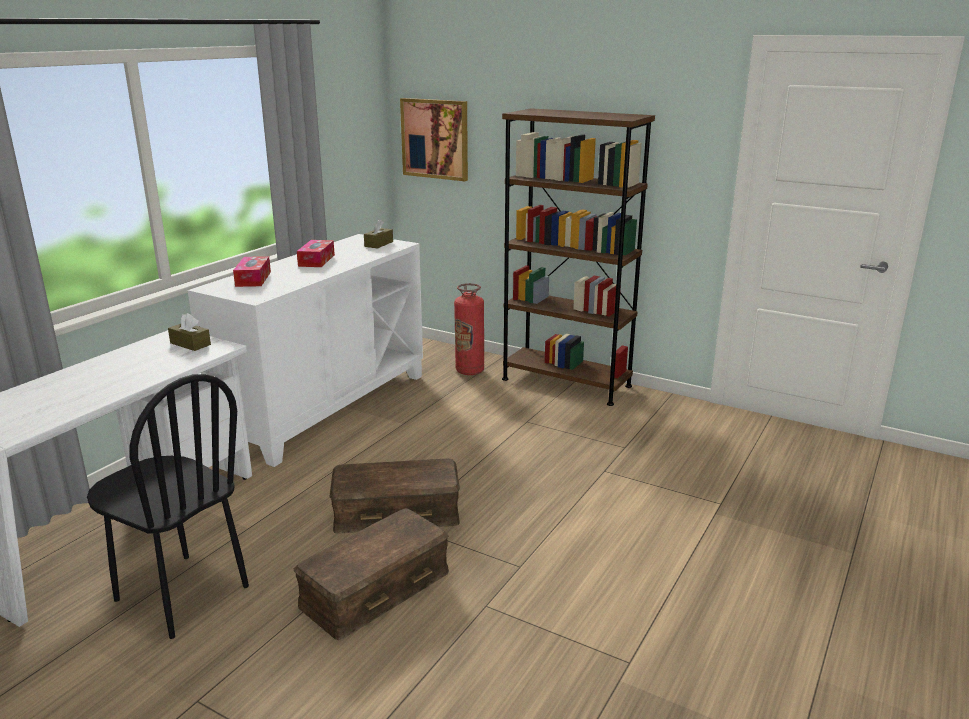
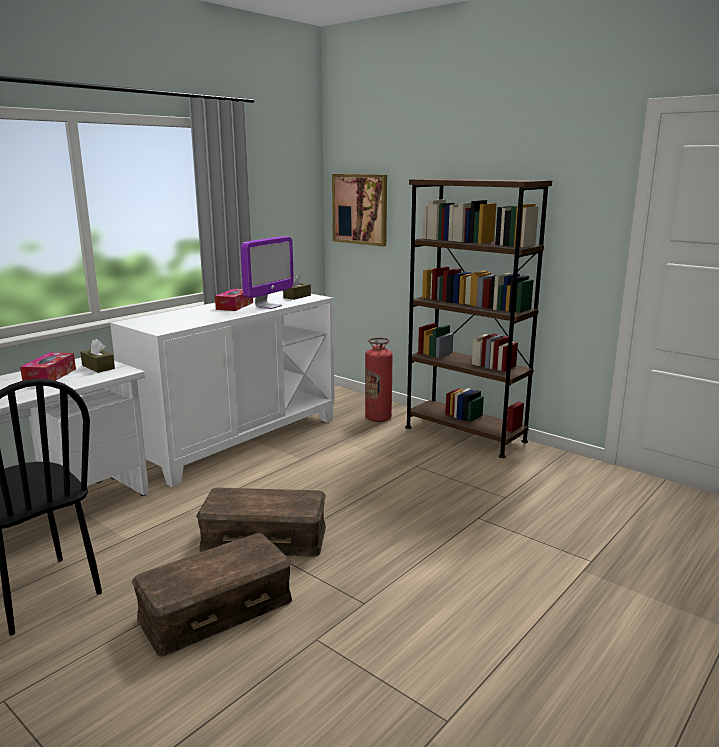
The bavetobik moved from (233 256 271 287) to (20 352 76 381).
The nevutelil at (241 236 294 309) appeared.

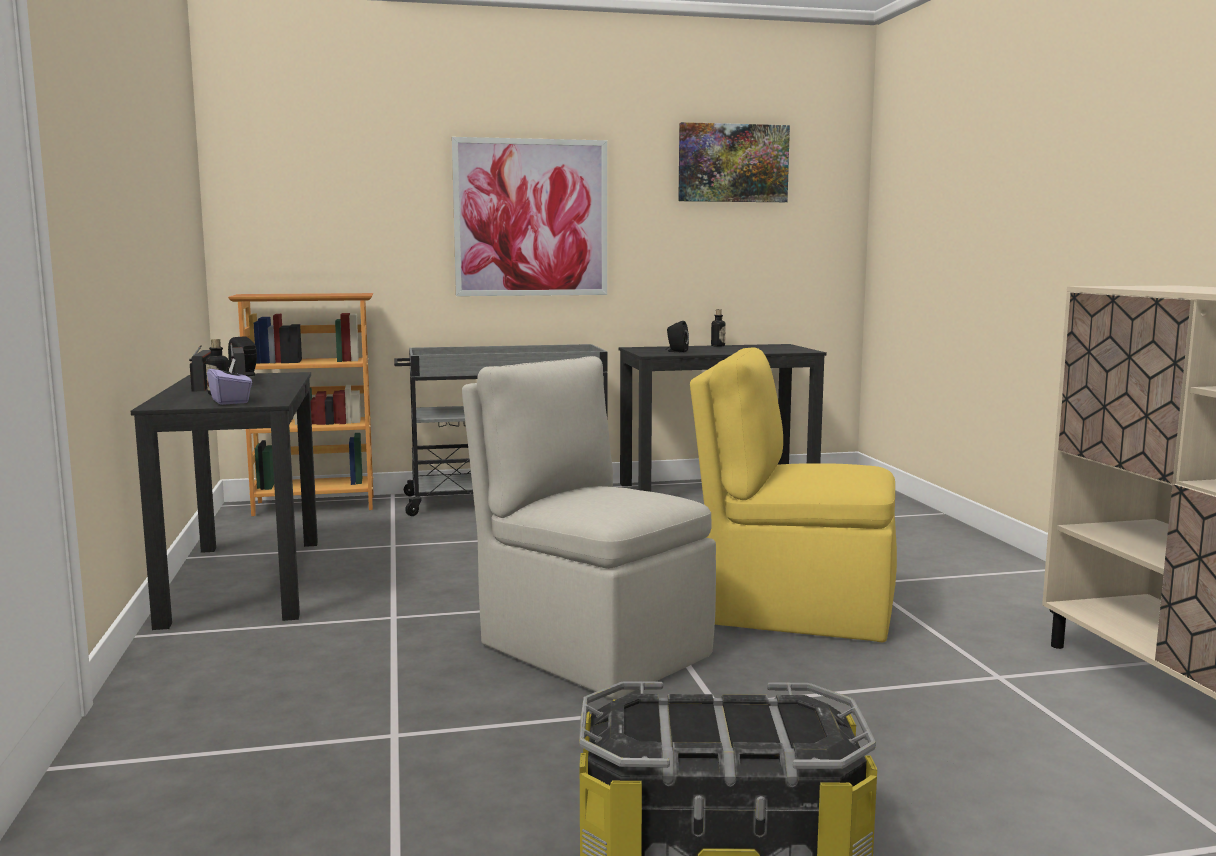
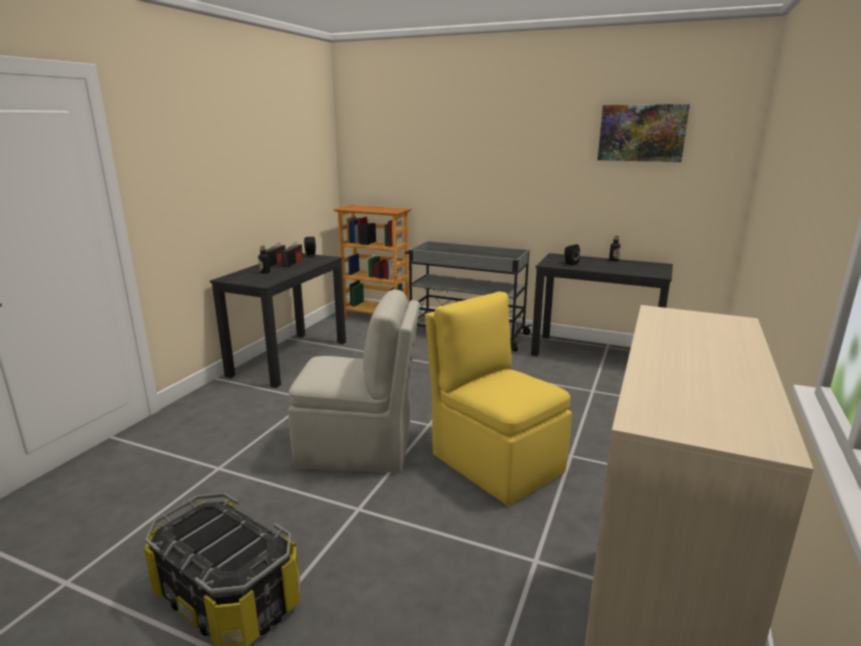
The purple_bavetobik at (207 359 252 405) disappeared.
The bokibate at (452 137 607 296) disappeared.
The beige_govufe at (462 356 716 699) turned 105 degrees clockwise.

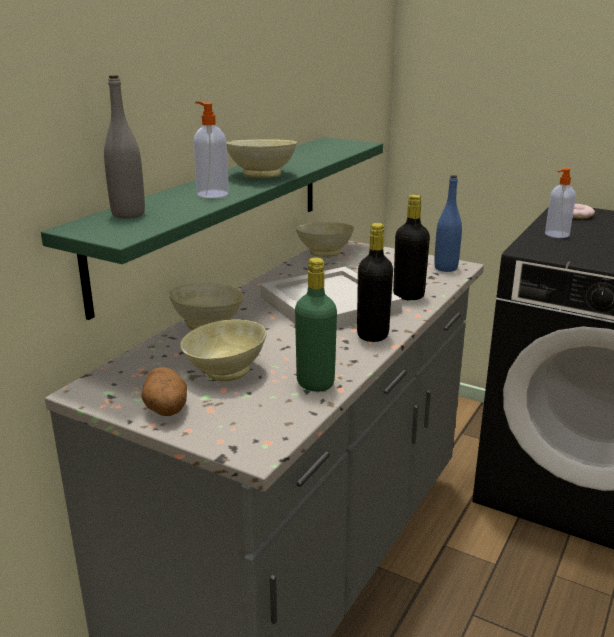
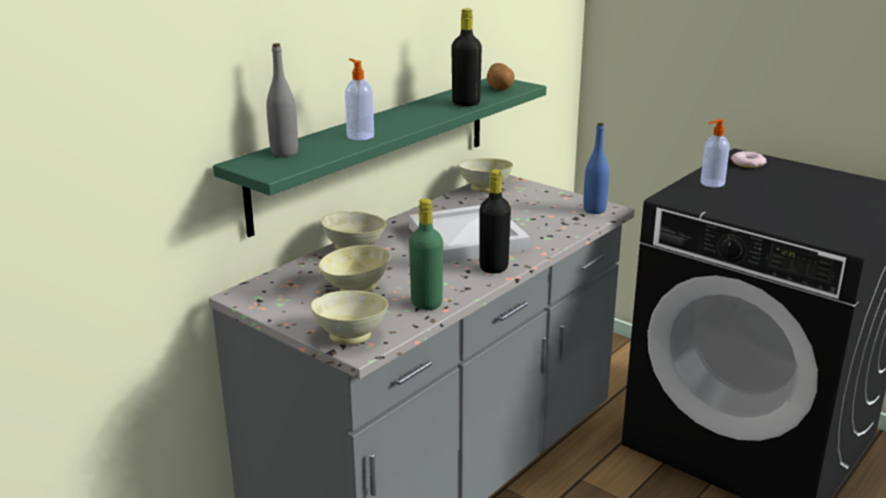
The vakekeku moved from (141 367 187 416) to (487 63 515 90).
The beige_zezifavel moved from (226 139 297 178) to (311 290 388 344).
The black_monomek moved from (393 194 430 300) to (451 9 482 106).

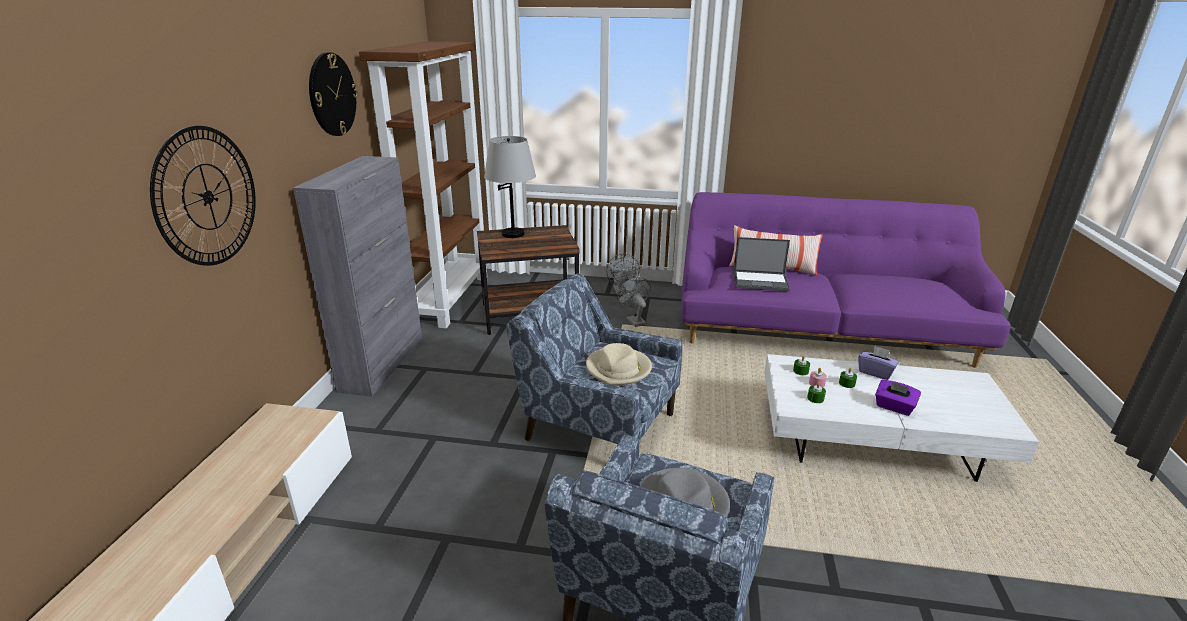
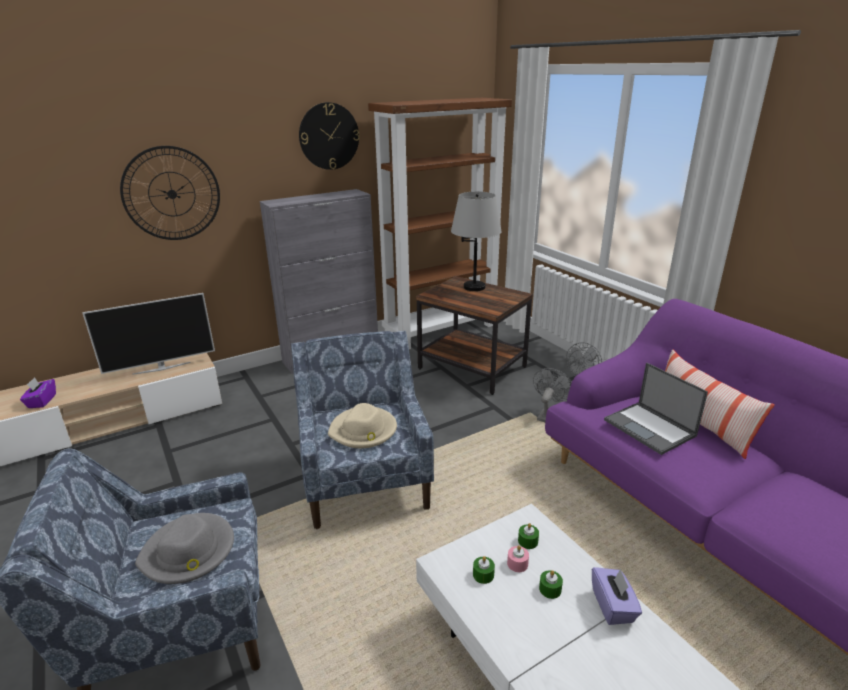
The purple_bavetobik moved from (875 380 921 416) to (20 377 56 408).
The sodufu at (82 293 215 375) appeared.

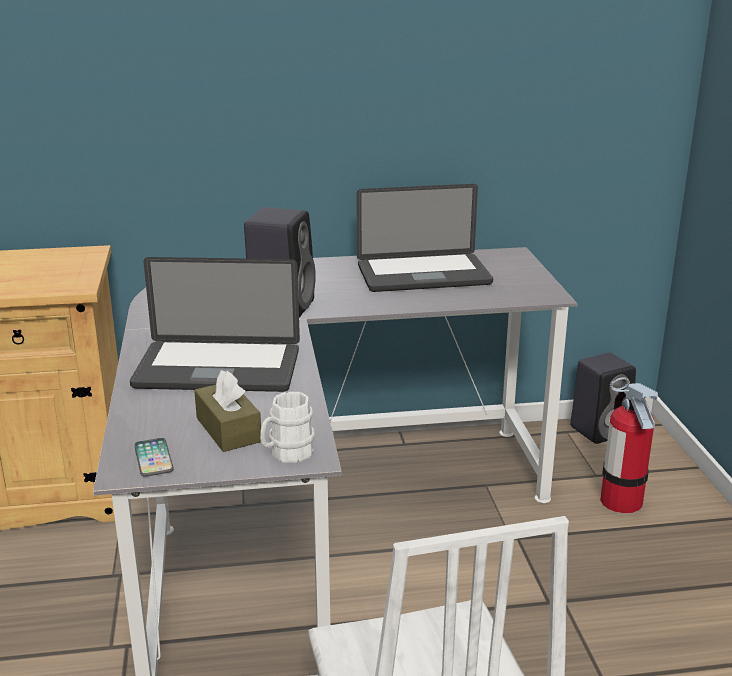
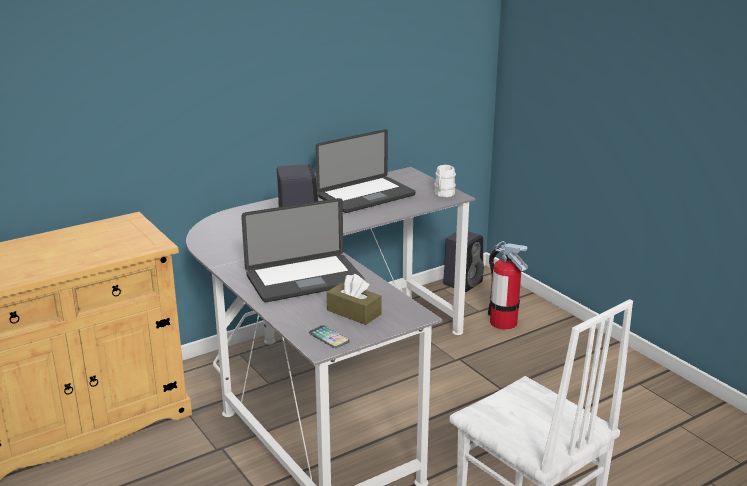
The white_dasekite moved from (260 392 315 463) to (434 165 456 197).

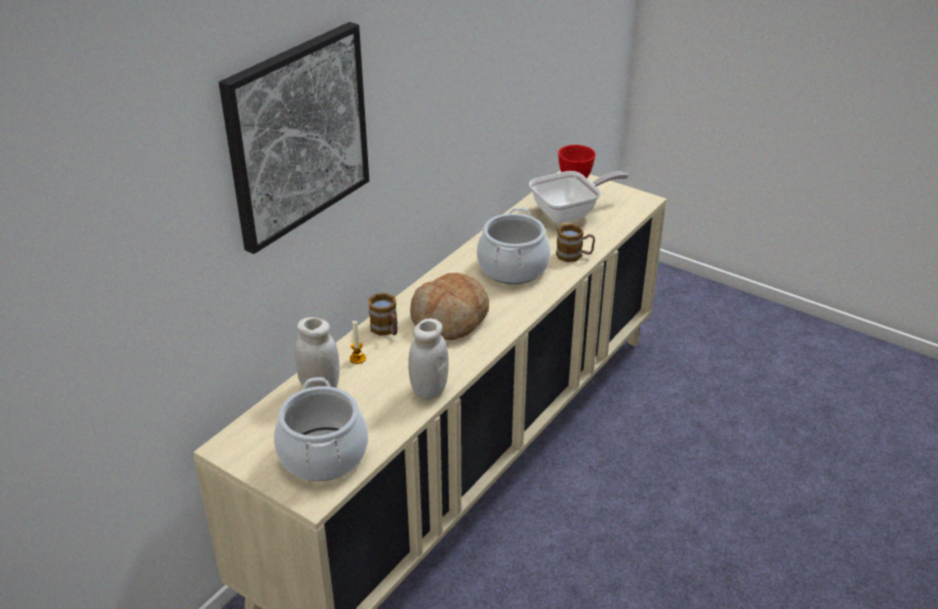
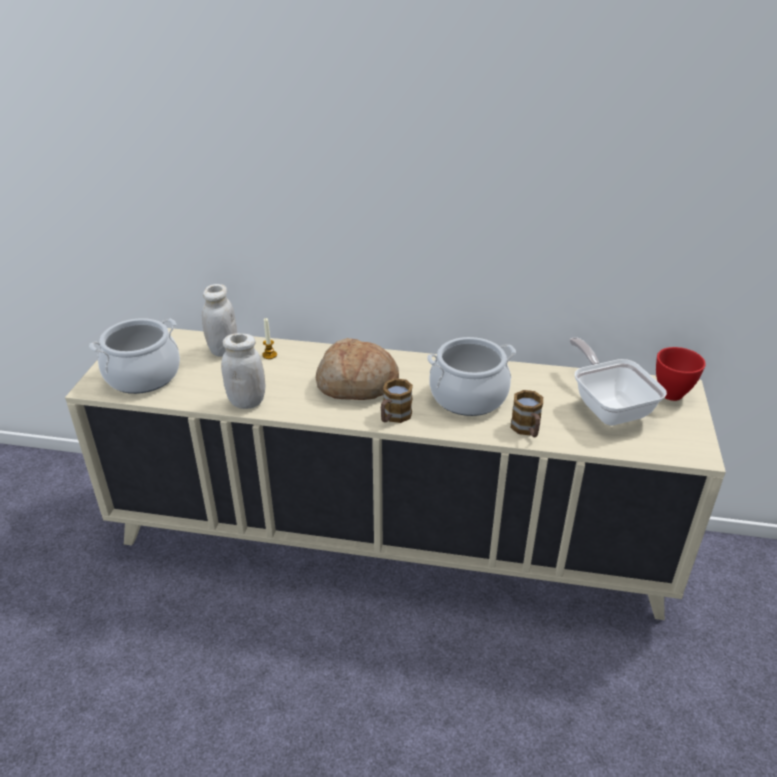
The bokibate at (219 22 369 254) disappeared.
The dasekite moved from (368 293 398 336) to (381 378 413 423).
The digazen at (529 171 629 223) turned 150 degrees counterclockwise.

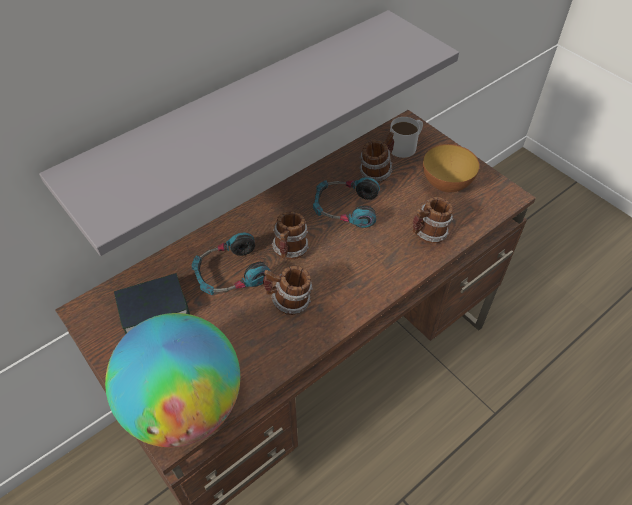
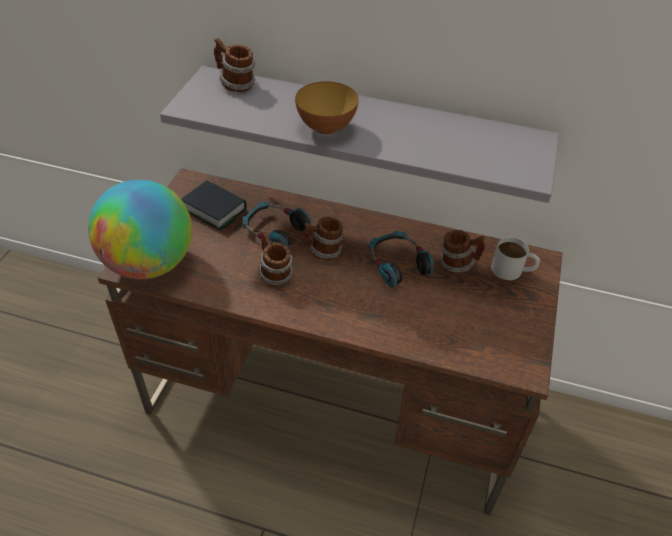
The dasekite moved from (413 197 453 244) to (214 38 256 92).
The zezifavel moved from (423 144 480 192) to (295 82 359 135).

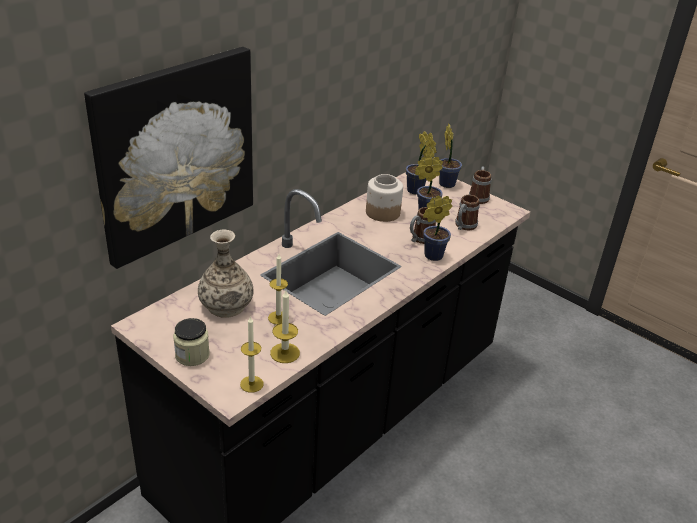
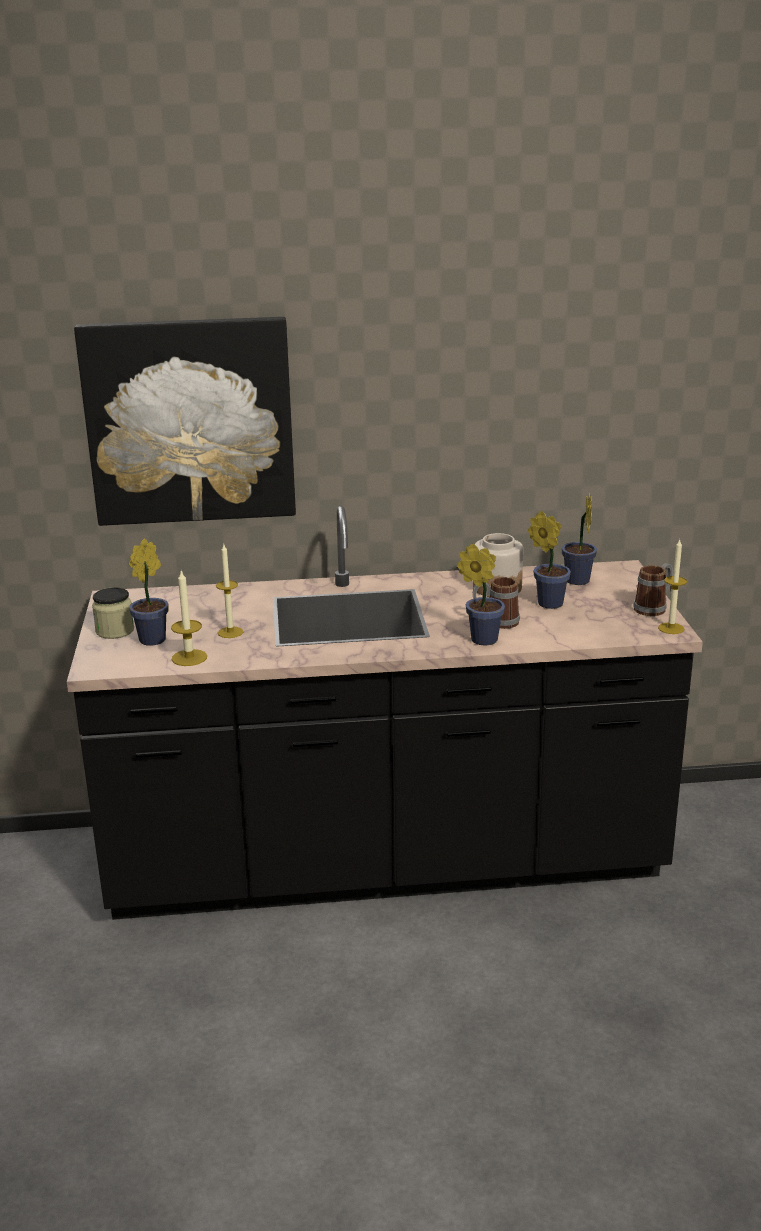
The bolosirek at (198 230 254 318) disappeared.
The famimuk moved from (240 316 264 393) to (658 538 687 634).
The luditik moved from (439 123 462 188) to (129 538 168 646).
The dasekite at (455 195 480 230) disappeared.

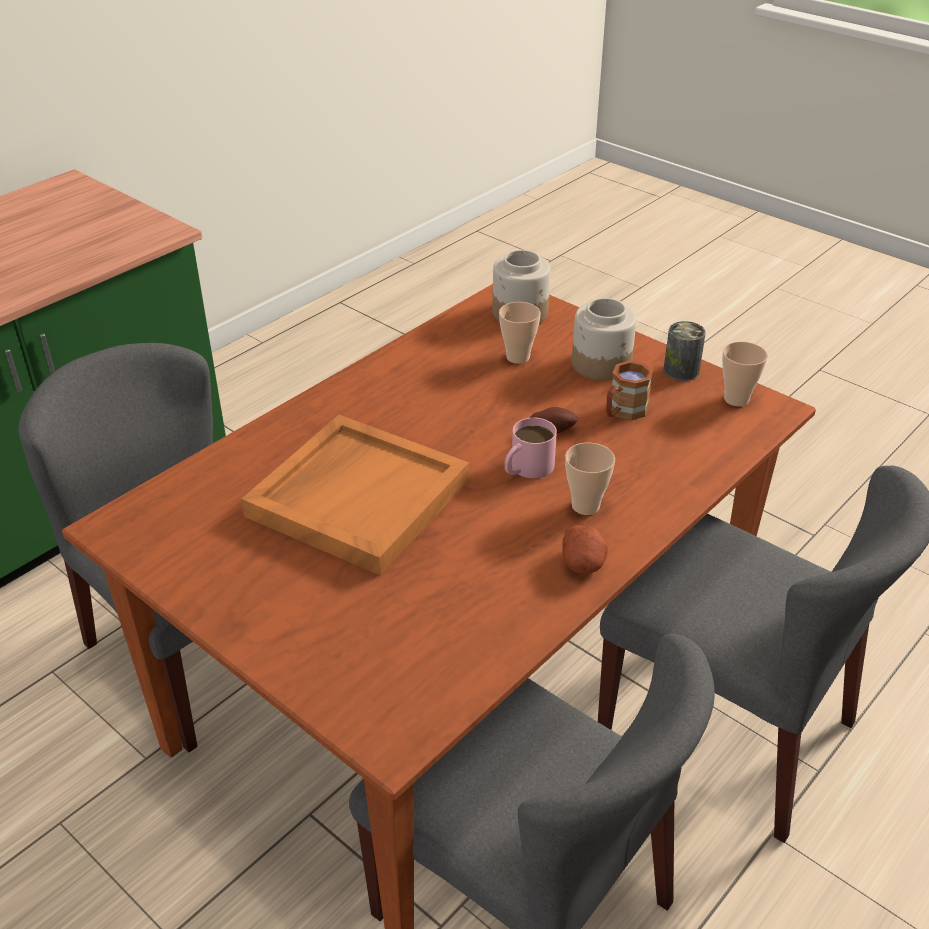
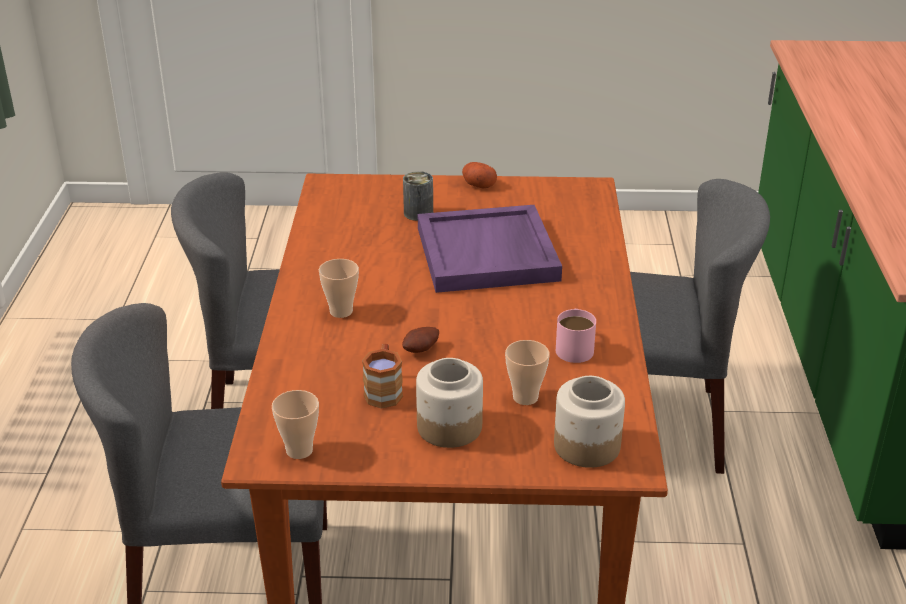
The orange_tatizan at (241 415 469 576) became the purple_tatizan at (418 205 562 293).
The pink_dasekite moved from (505 418 557 478) to (556 309 596 363).
The vakekeku moved from (562 525 608 574) to (462 162 497 188).
The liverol moved from (664 321 706 381) to (403 171 433 221).

